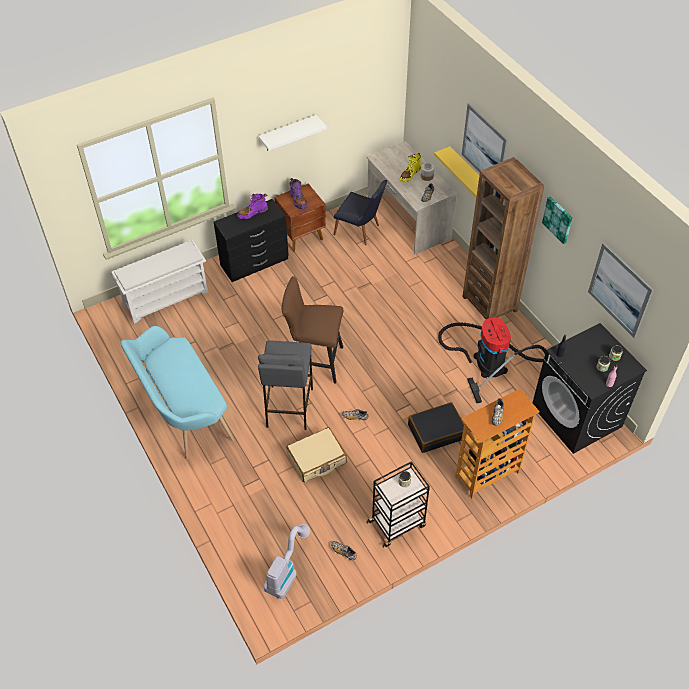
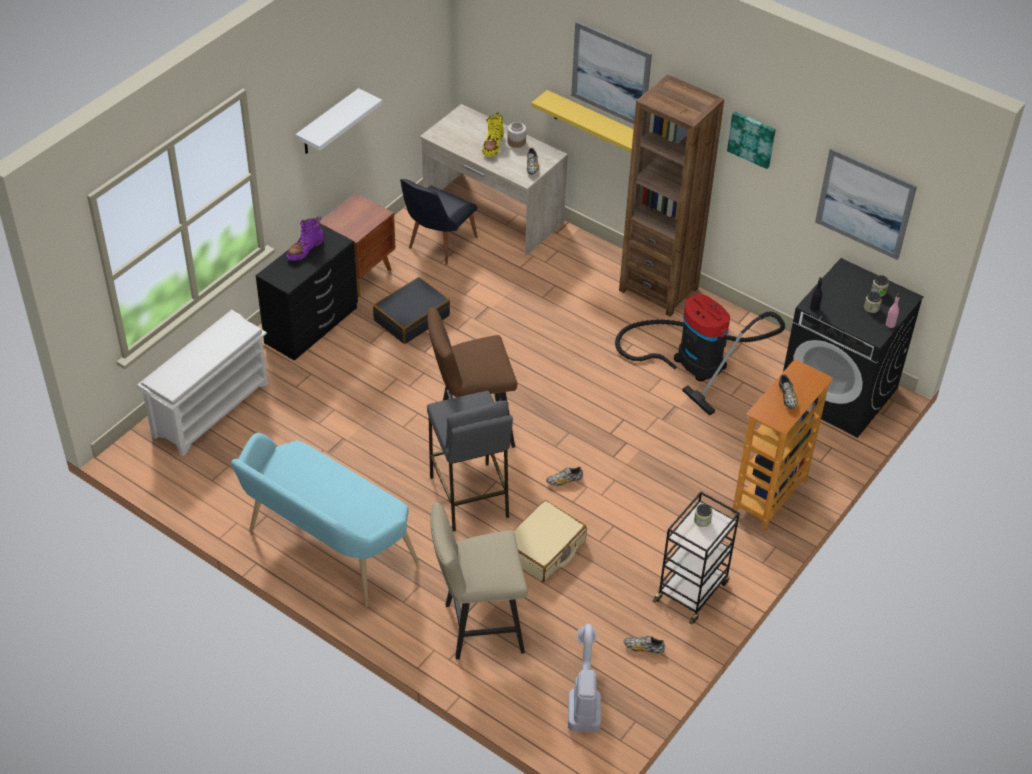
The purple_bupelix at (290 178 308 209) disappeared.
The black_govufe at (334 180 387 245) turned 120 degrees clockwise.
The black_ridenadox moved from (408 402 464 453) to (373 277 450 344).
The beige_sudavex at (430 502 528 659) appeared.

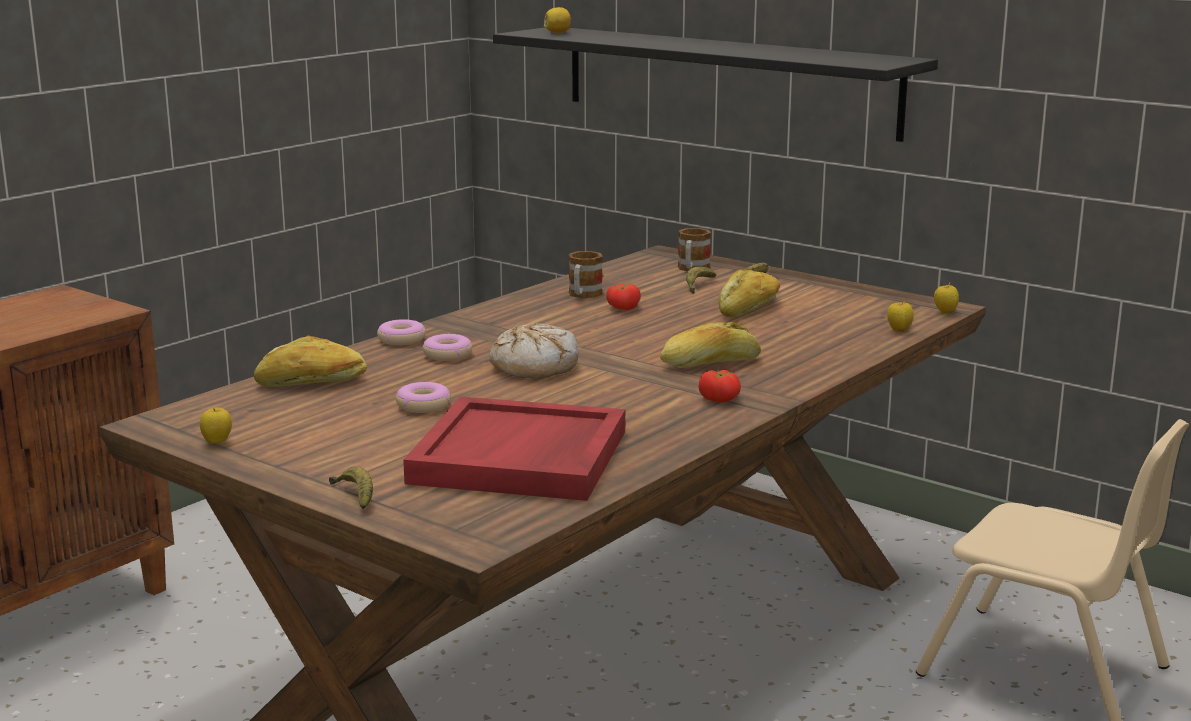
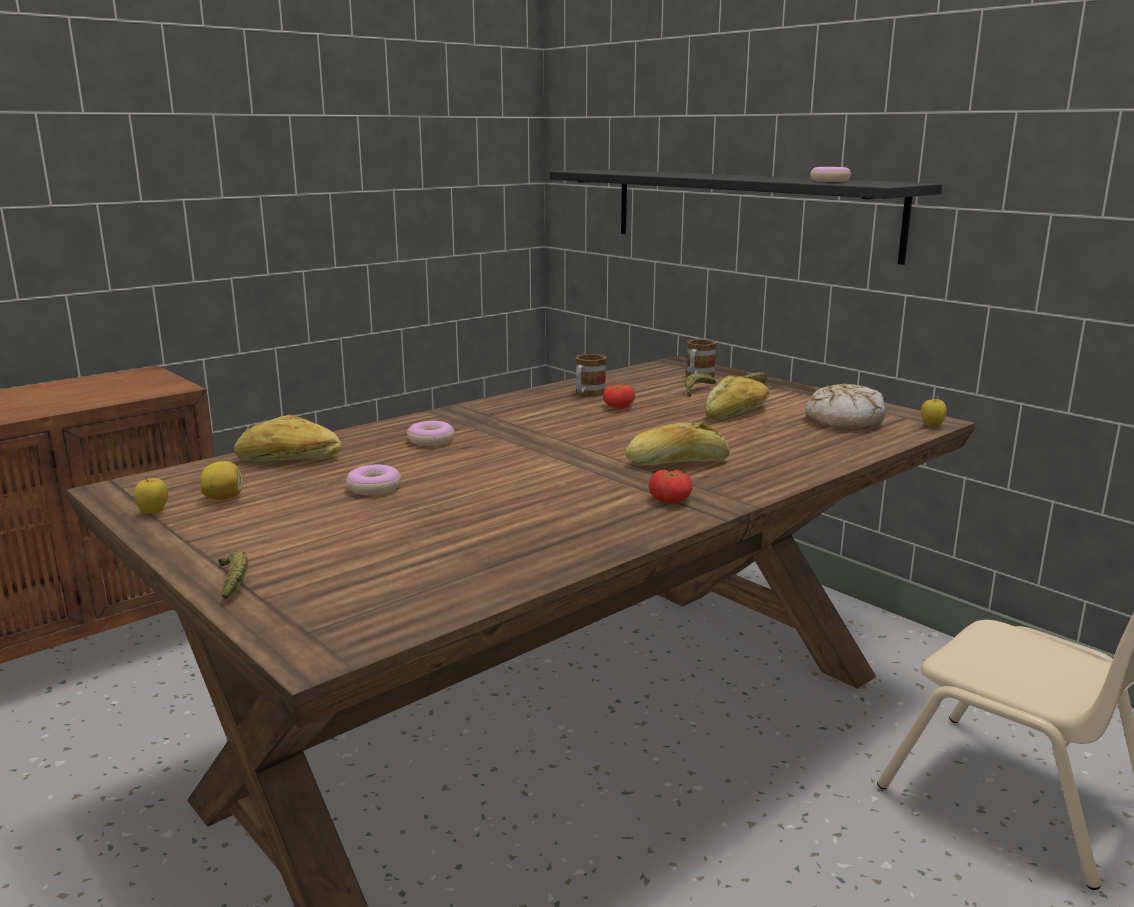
The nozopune moved from (377 319 426 345) to (810 167 851 182).
The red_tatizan at (403 397 625 501) disappeared.
The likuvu moved from (489 323 578 379) to (805 384 886 430).
The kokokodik moved from (544 7 571 33) to (201 461 243 500).
The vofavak at (887 300 914 331) disappeared.

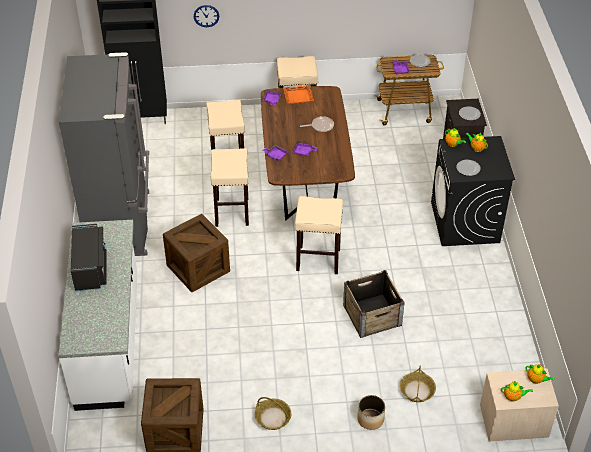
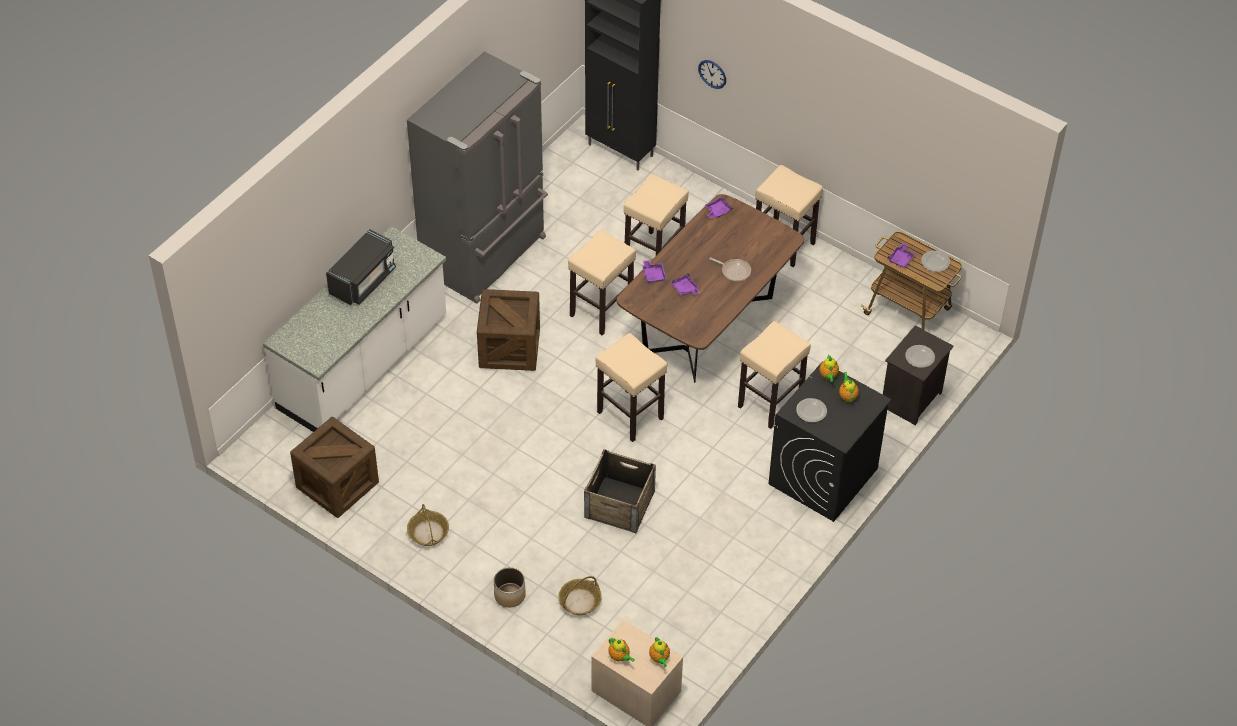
The orange_tatizan at (283 85 314 104) disappeared.
The beige_sudavex at (738 321 811 429) appeared.

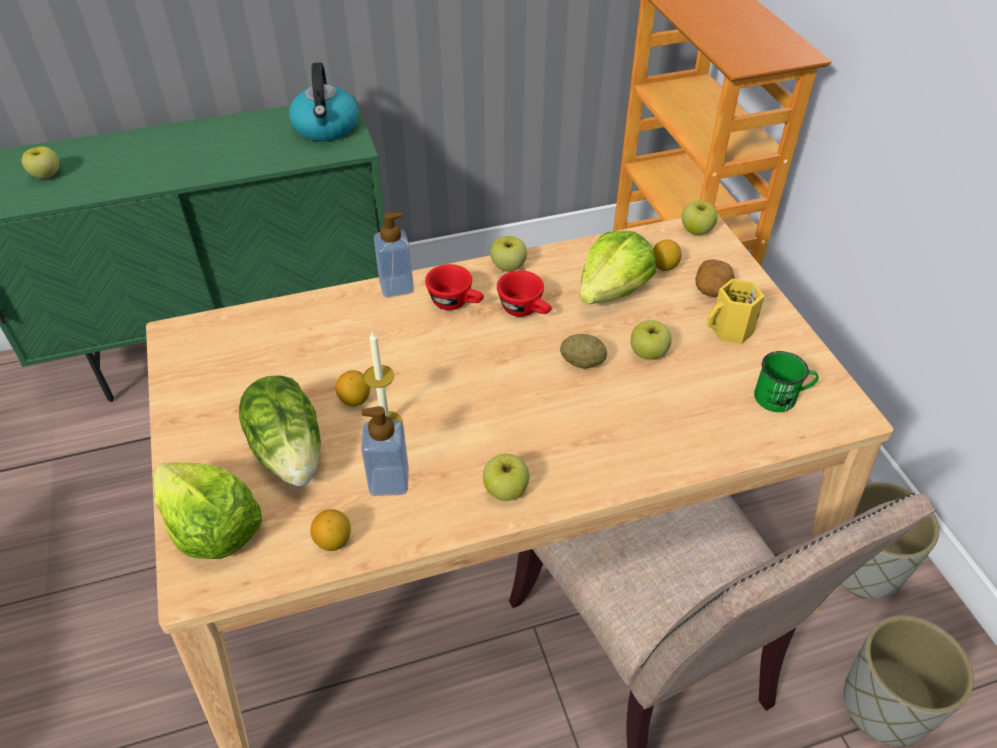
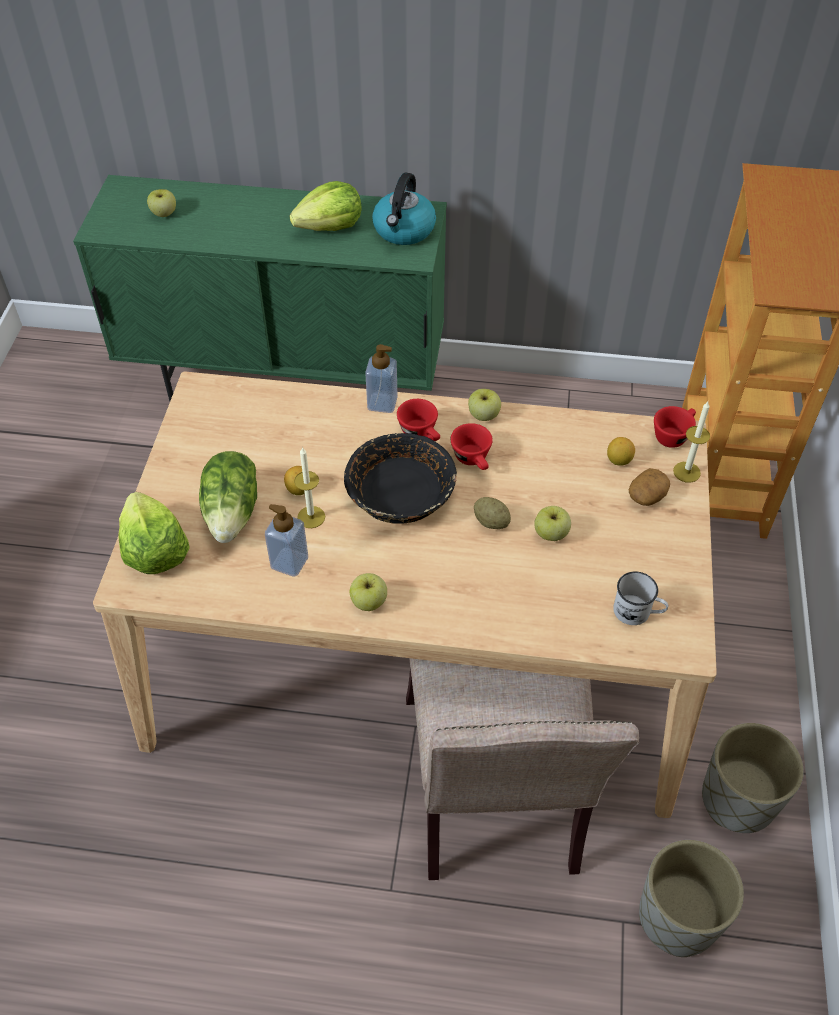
The kokokodik at (310 509 351 551) disappeared.
The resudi moved from (579 231 656 304) to (290 181 362 231).
The vofavak at (682 200 718 235) was replaced by the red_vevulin at (654 406 696 448).
The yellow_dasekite at (707 279 765 344) disappeared.
The green_dasekite at (754 351 819 412) became the white_dasekite at (613 572 668 625).
The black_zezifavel at (344 433 457 524) appeared.
The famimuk at (673 401 710 483) appeared.

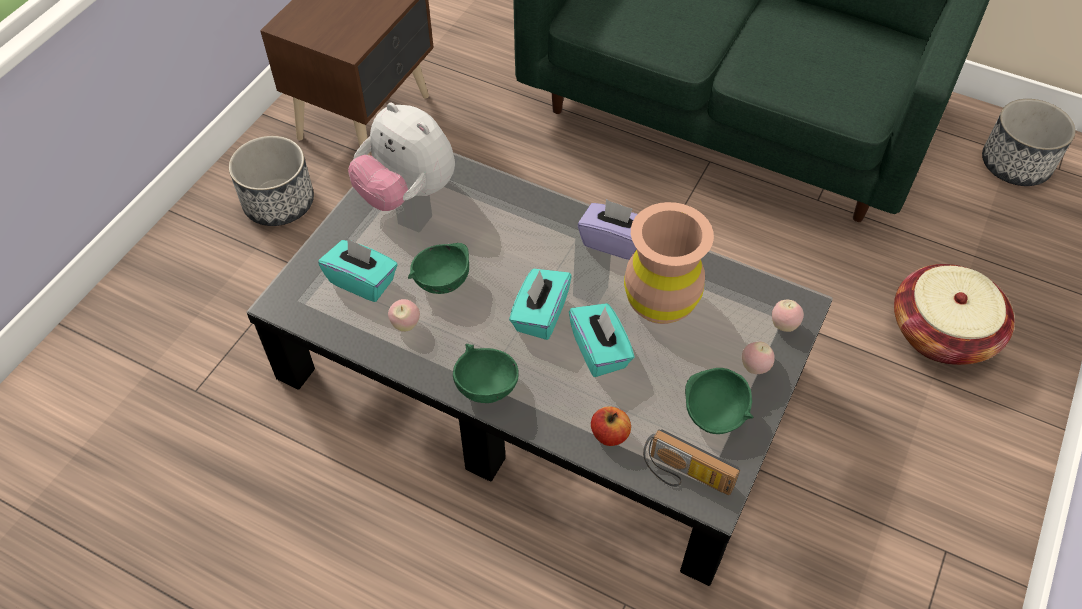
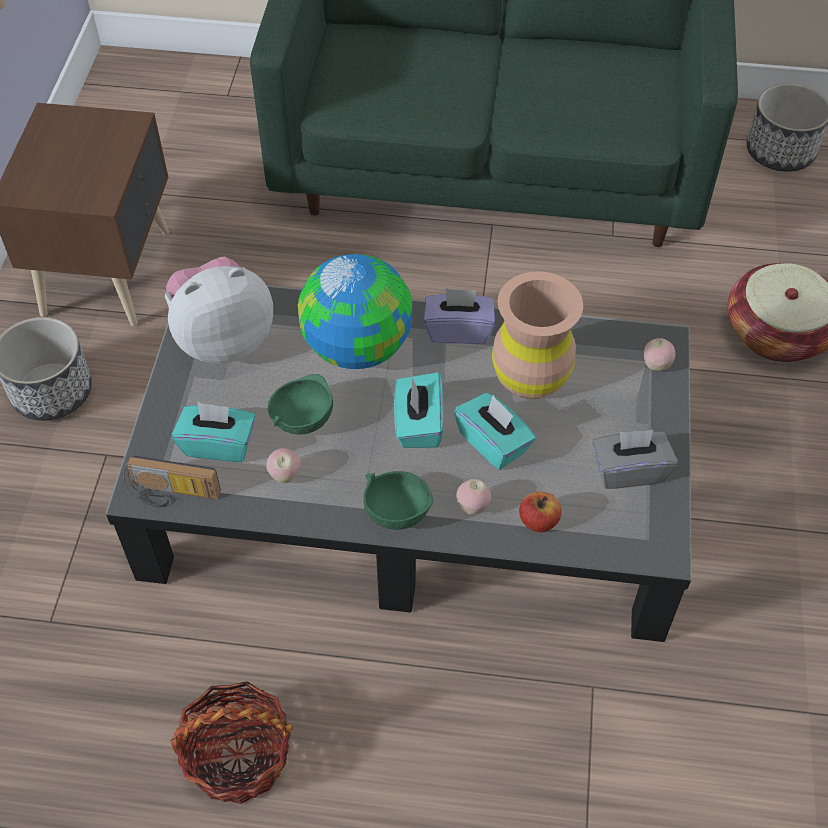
The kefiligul at (348 103 455 211) turned 135 degrees clockwise.
The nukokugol moved from (643 429 740 495) to (123 456 221 508).
The green_zezifavel at (685 368 754 434) was replaced by the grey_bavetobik at (592 430 678 489).
The vofavak moved from (742 342 775 374) to (456 479 491 515).
The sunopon at (170 681 293 804) appeared.
The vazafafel at (298 254 412 369) appeared.

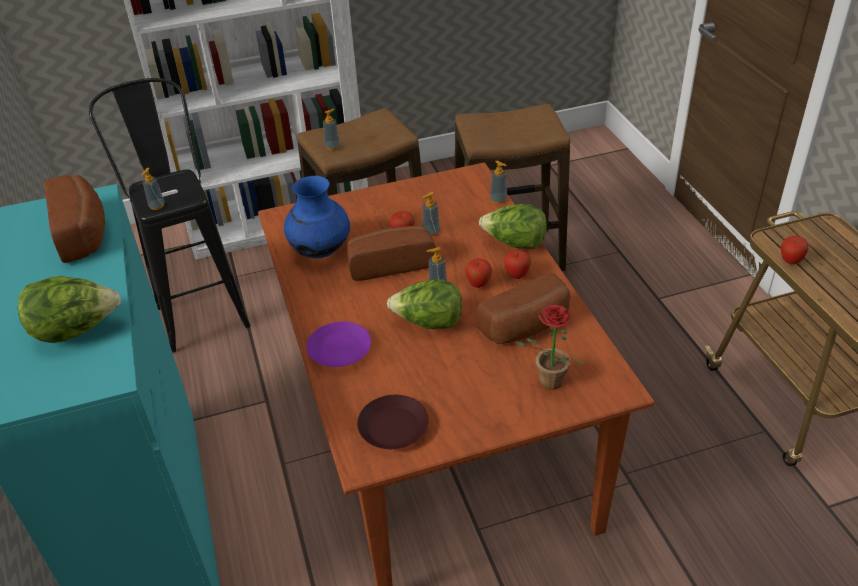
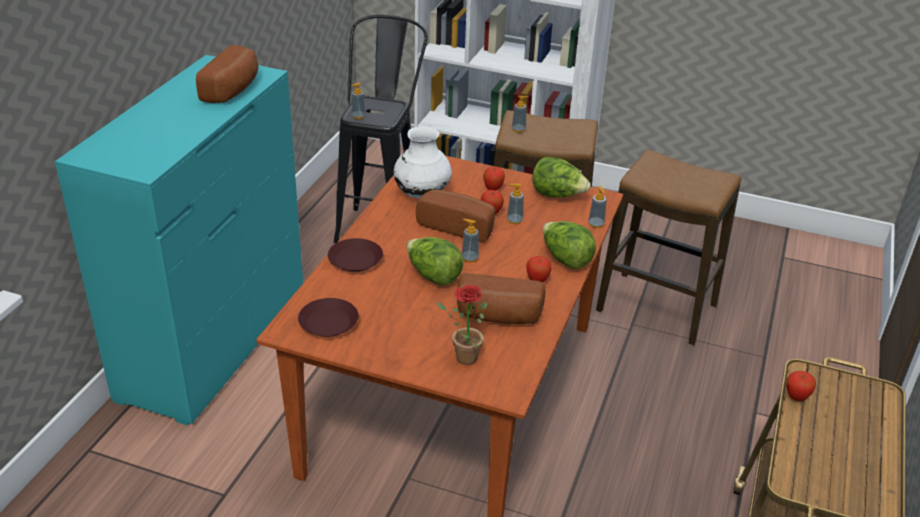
The resudi moved from (18 276 121 343) to (532 157 591 198).
The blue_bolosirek at (284 176 350 258) became the white_bolosirek at (394 126 452 199).
The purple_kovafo at (306 322 371 367) became the brown_kovafo at (328 238 383 272).
The vofavak moved from (465 258 492 288) to (483 167 505 191).

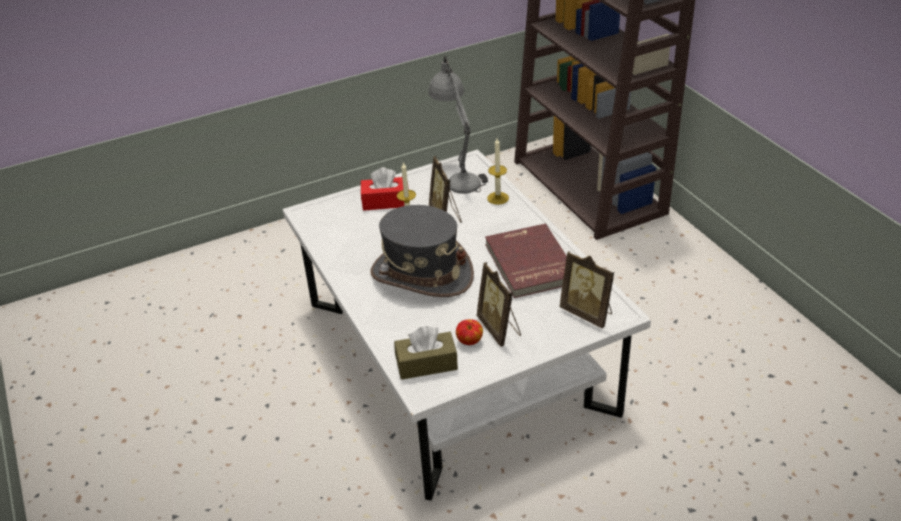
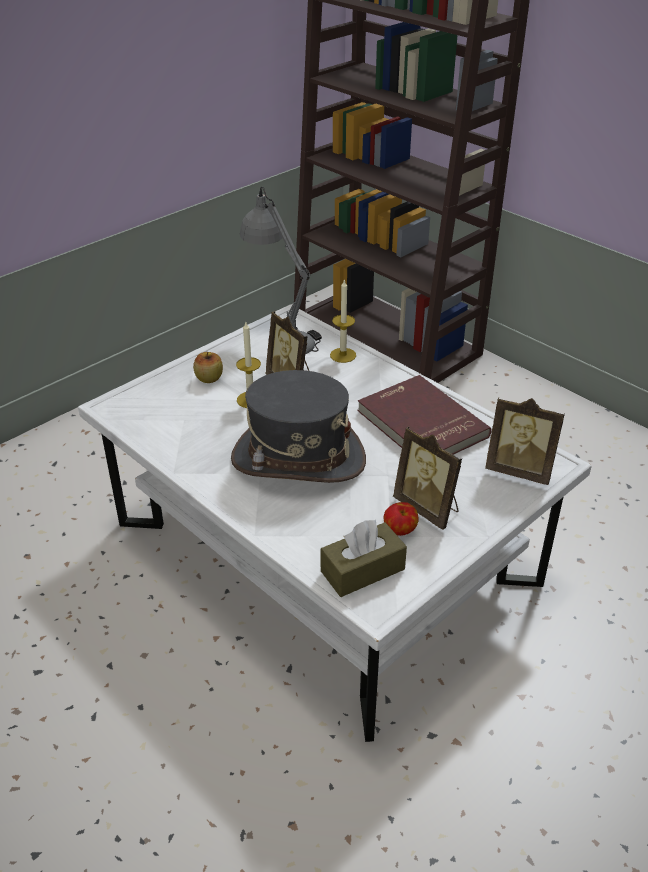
The red_bavetobik at (361 167 409 211) was replaced by the vofavak at (193 352 223 383).

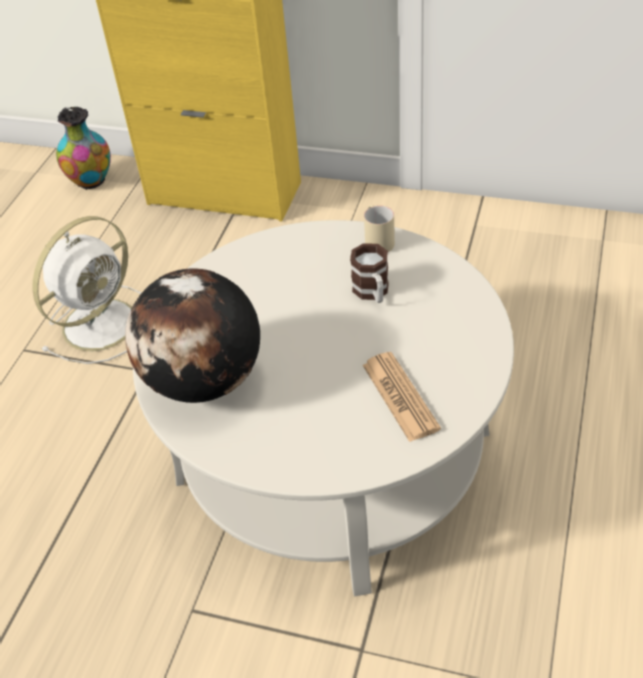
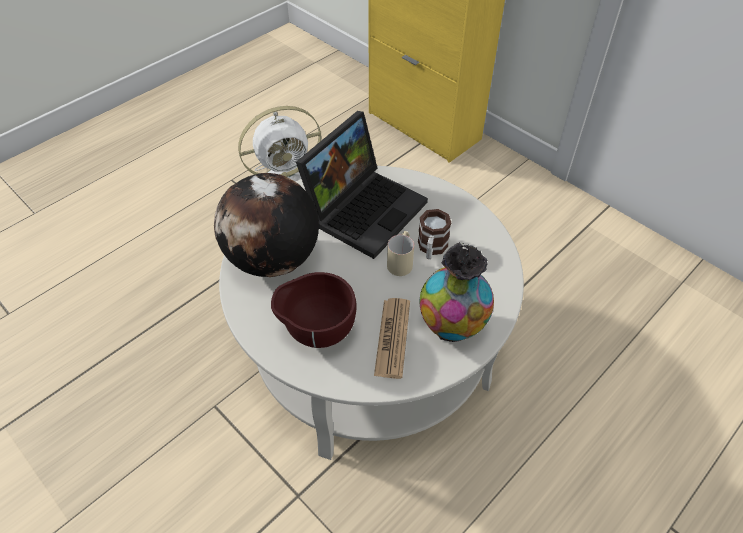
The bolosirek moved from (56 107 111 190) to (420 242 494 342).
The beige_dasekite moved from (364 204 395 252) to (387 231 414 276).
The brown_zezifavel at (271 272 356 348) appeared.
The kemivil at (296 111 428 259) appeared.

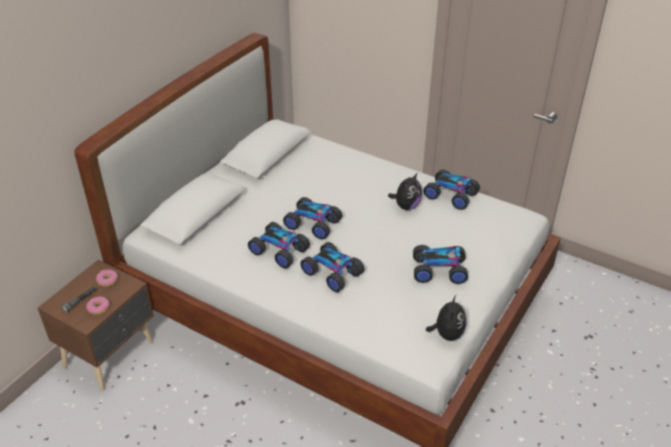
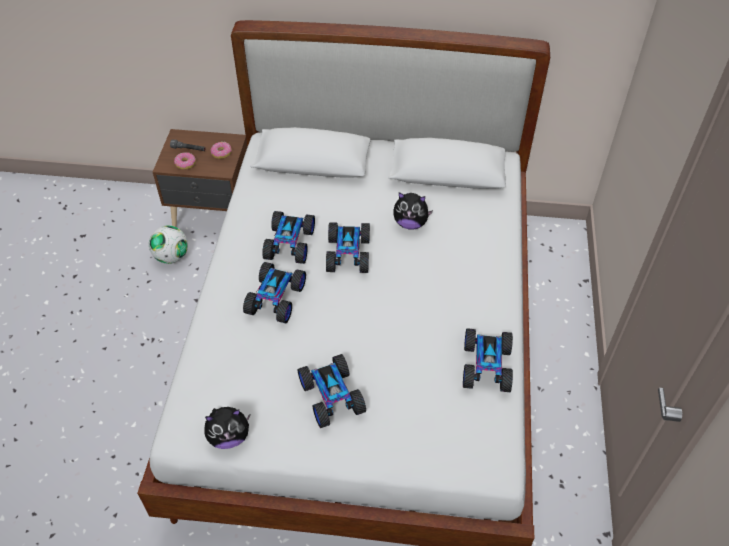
The kefiligul moved from (388 172 422 210) to (393 192 433 230).
The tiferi at (149 226 188 264) appeared.

